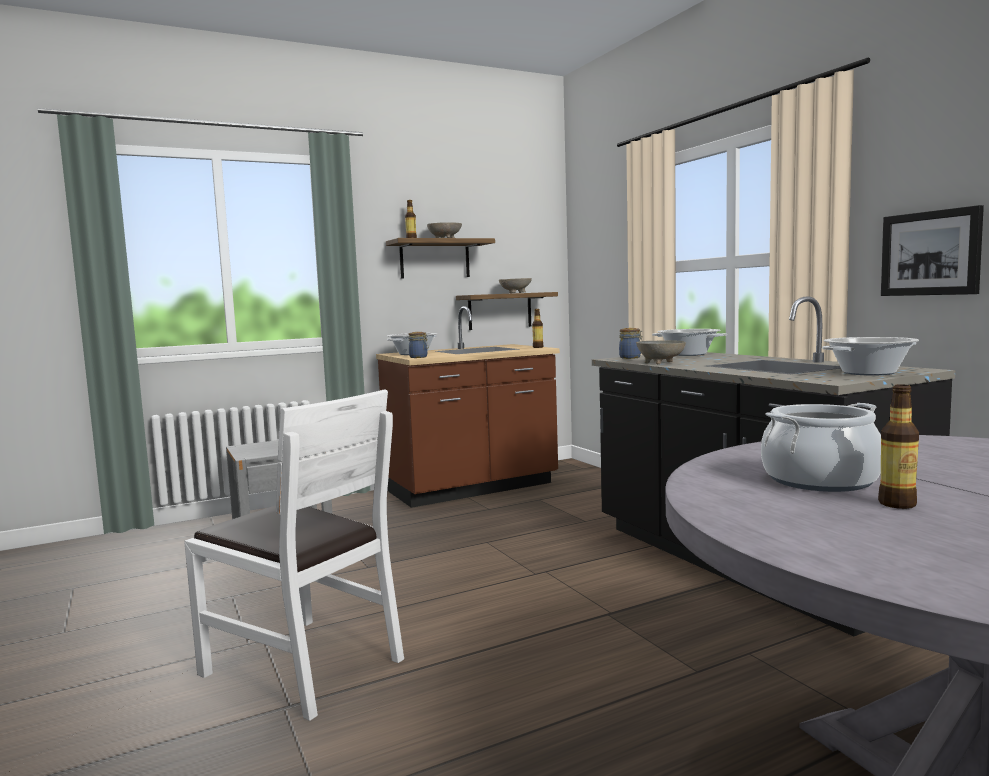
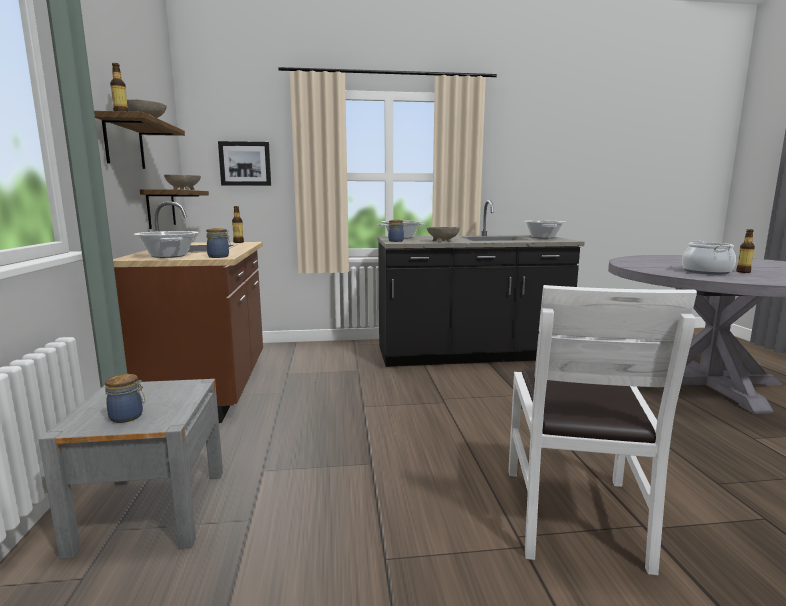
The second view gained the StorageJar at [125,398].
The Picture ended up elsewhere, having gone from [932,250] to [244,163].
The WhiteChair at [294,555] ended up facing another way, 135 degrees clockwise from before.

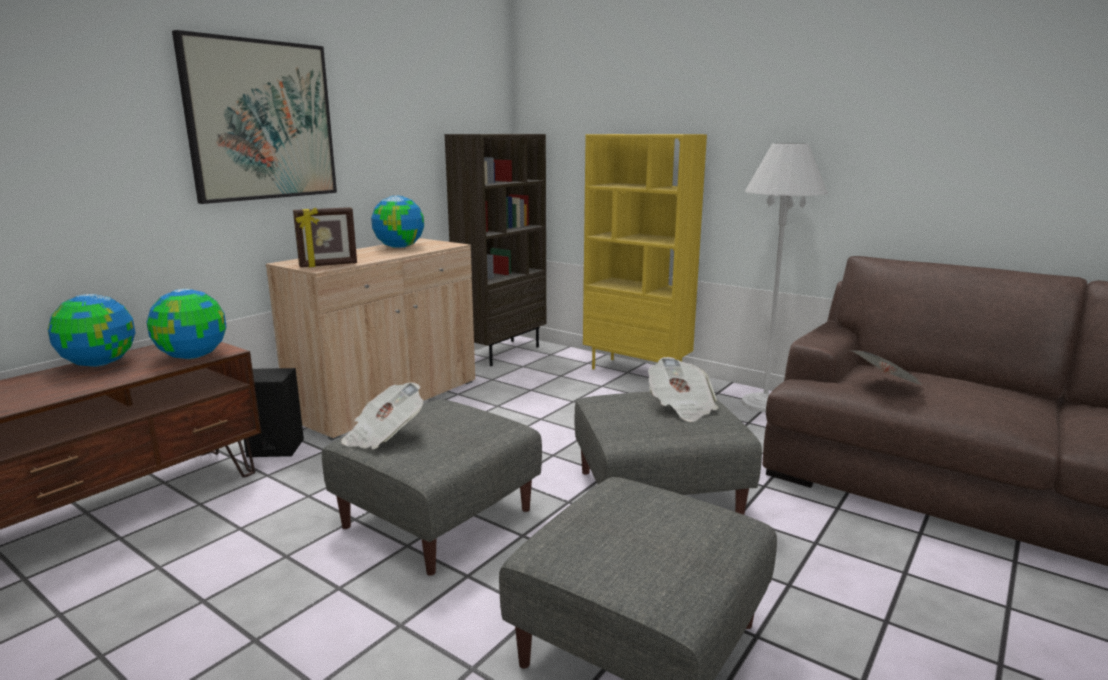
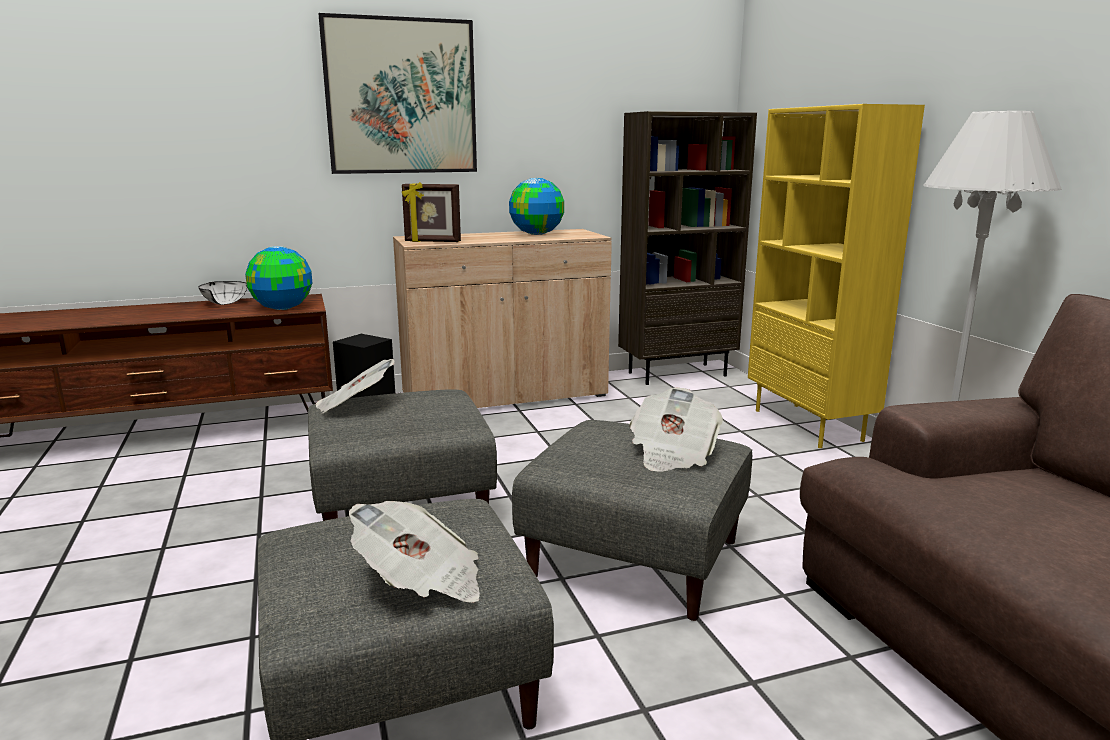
Where the DeskGlobe stood at [91,330], the WhiteServingBowl came to stand at [222,293].
The DailyPaper ended up elsewhere, having gone from [887,367] to [414,552].

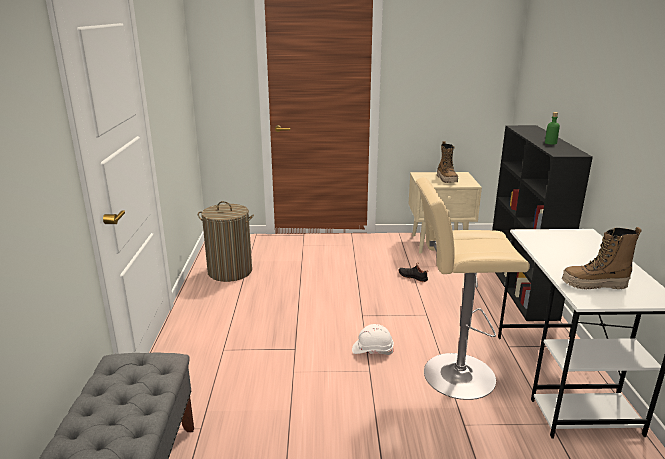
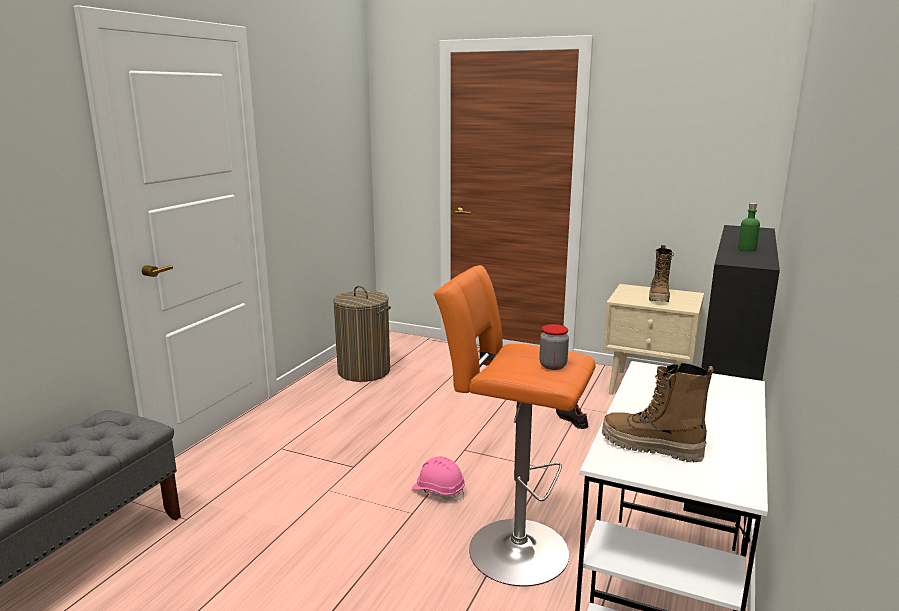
What was the WhiteWorkHelmet at [373,339] turned into the PinkishWorkHelmet at [438,479].
What was the BeigeStoolSeat at [473,288] turned into the OrangeStoolSeat at [515,425].
The second view gained the StorageJar at [554,347].

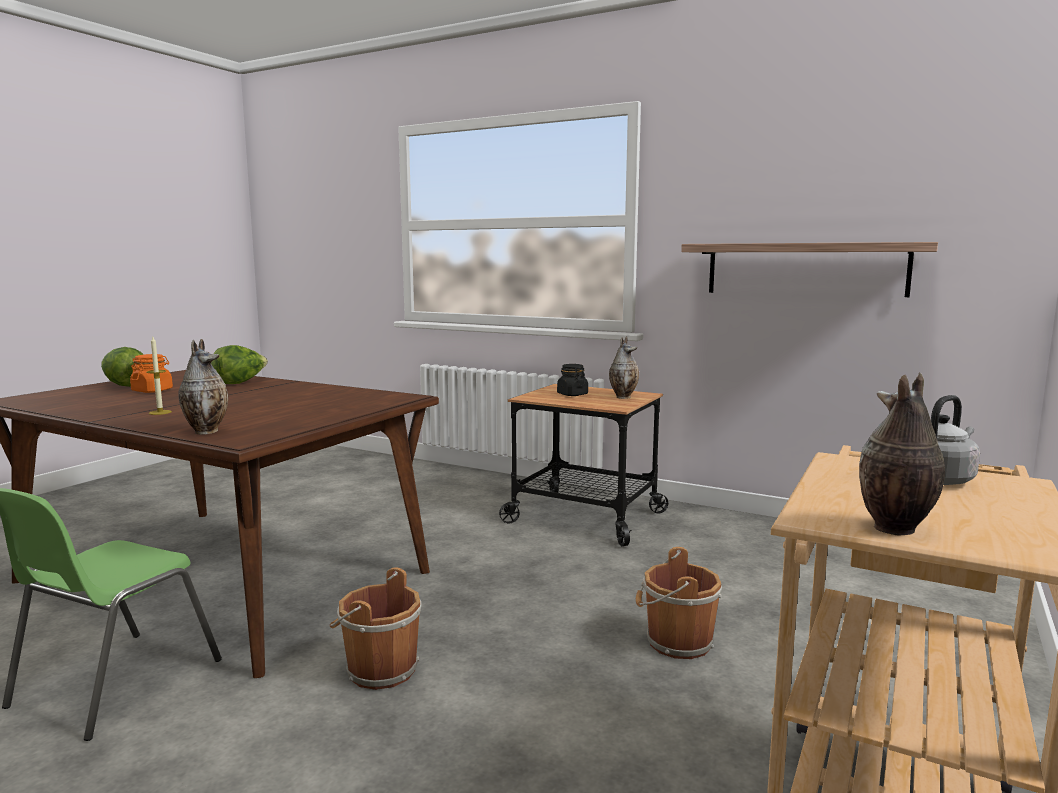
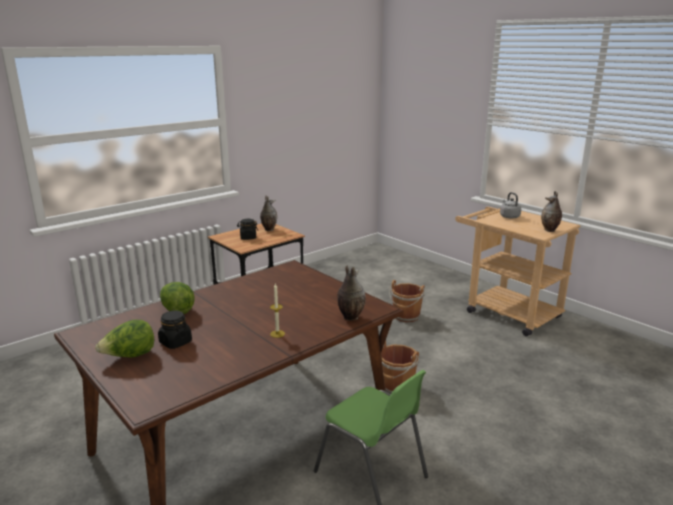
What was the OrangeStorageJar at [151,373] turned into the BlackStorageJar at [175,330].
The second view lost the WallShelf at [809,269].

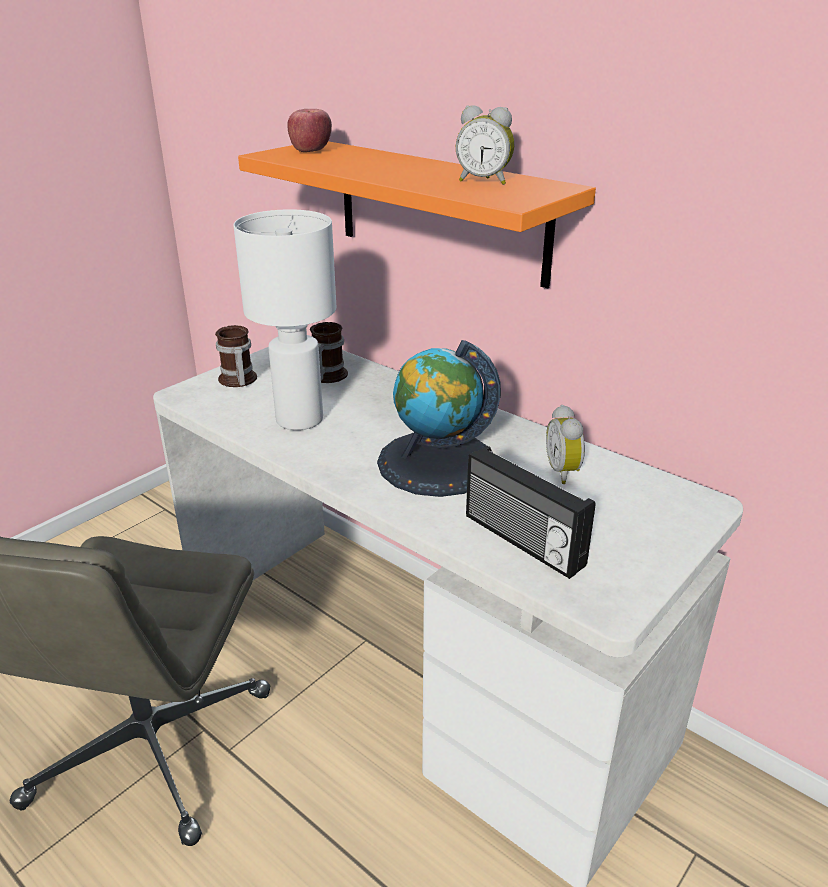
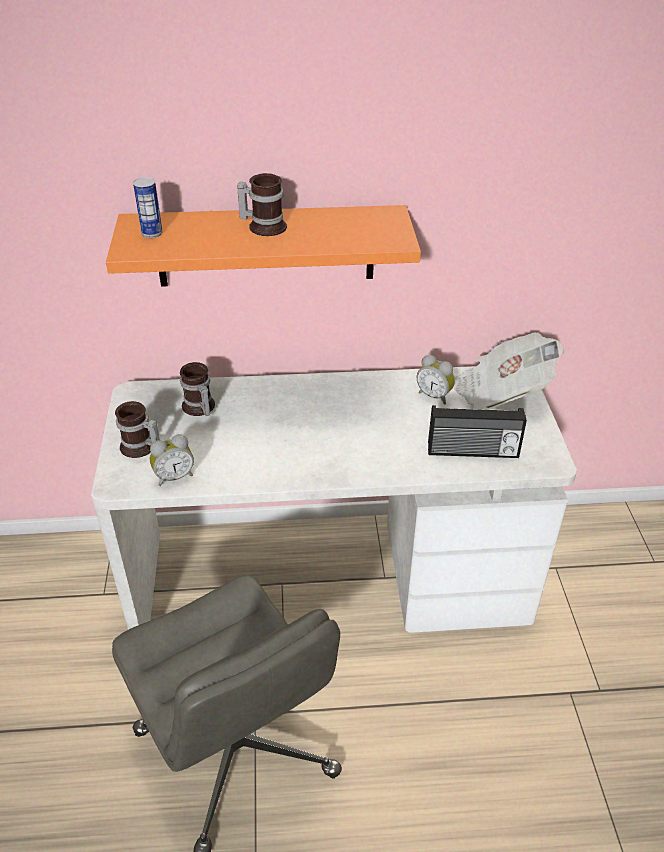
Where the Apple stood at [309,130], the SealedCan came to stand at [147,207].
The BedsideClock ended up elsewhere, having gone from [485,145] to [172,460].
The second view gained the TeaMug at [262,204].
The second view gained the DailyPaper at [508,370].
The second view lost the WhiteTableLamp at [285,319].
The second view lost the DeskGlobe at [439,418].

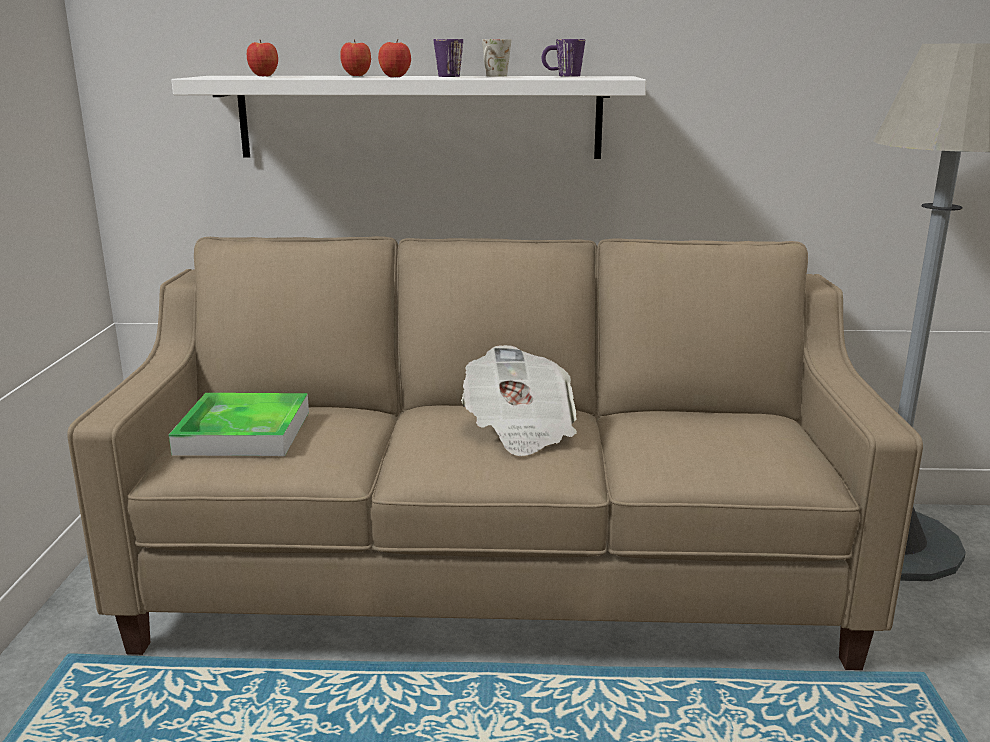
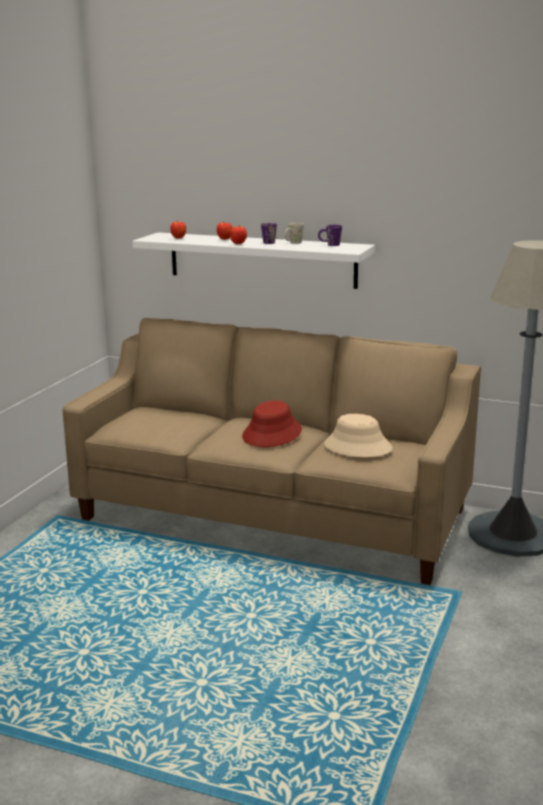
Where the DailyPaper stood at [519,400], the RedClothingHat came to stand at [272,423].
The second view gained the BeigeClothingHat at [358,436].
The second view lost the Tray at [239,424].

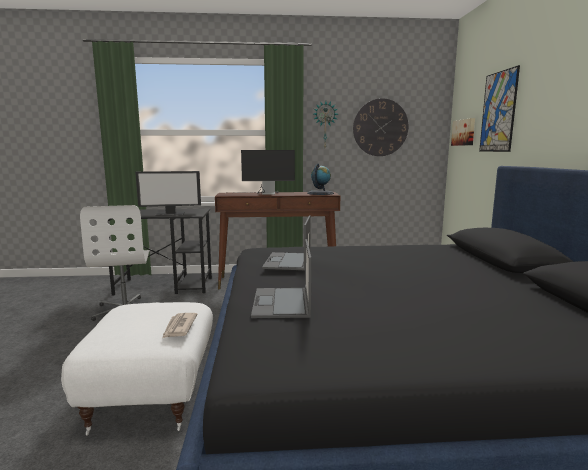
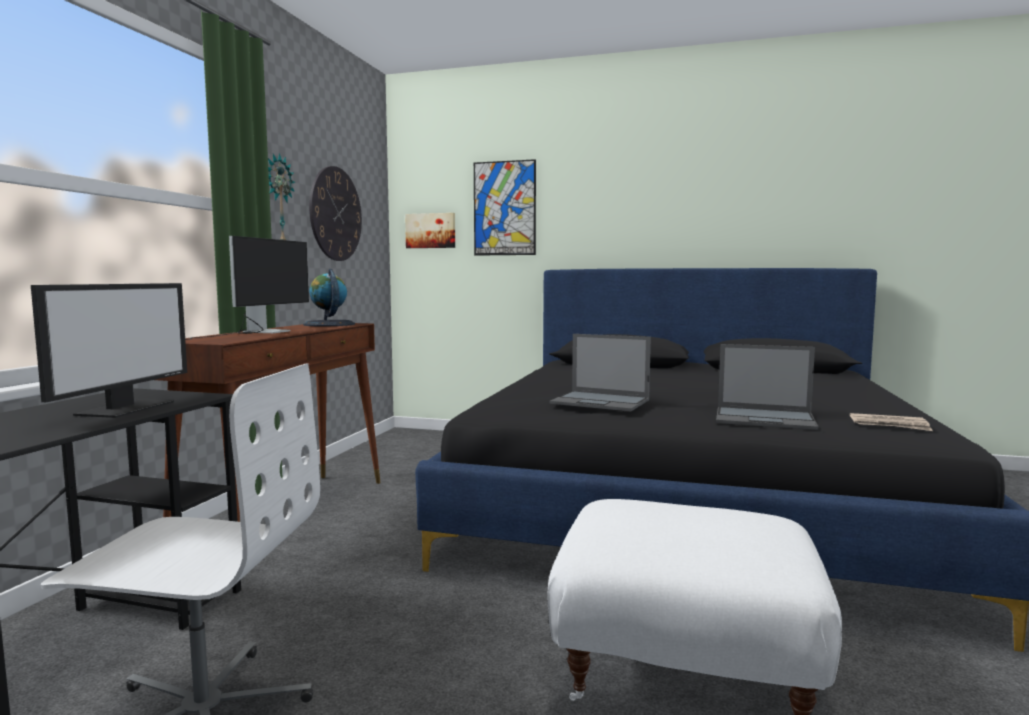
The DailyPaper ended up elsewhere, having gone from [179,325] to [891,422].

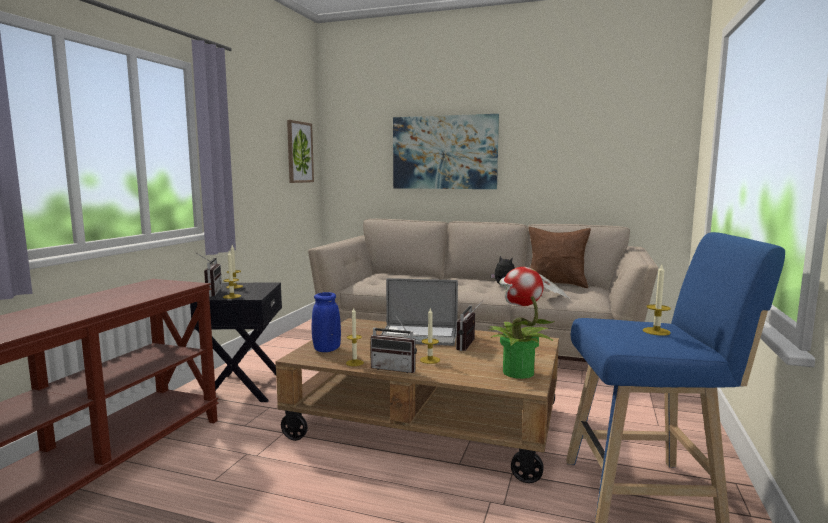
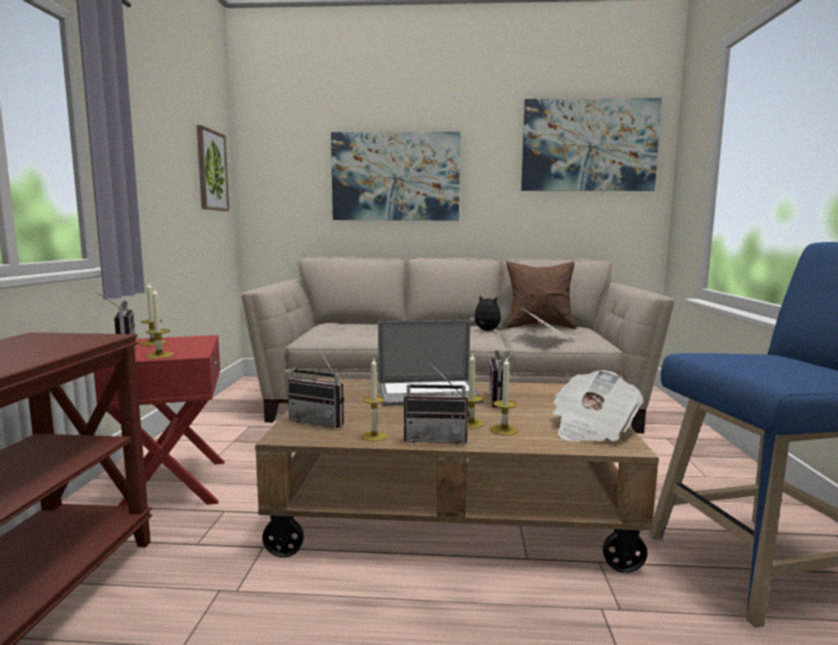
What was the BlackEndTable at [236,342] turned into the RedEndTable at [159,420].
Where the BluishFlowerVase stood at [326,322], the RadioSet came to stand at [316,390].
The WaxLight ended up elsewhere, having gone from [657,300] to [504,396].
The second view gained the Picture at [591,144].
Where the PlantInAPot stood at [521,323], the DailyPaper came to stand at [598,406].

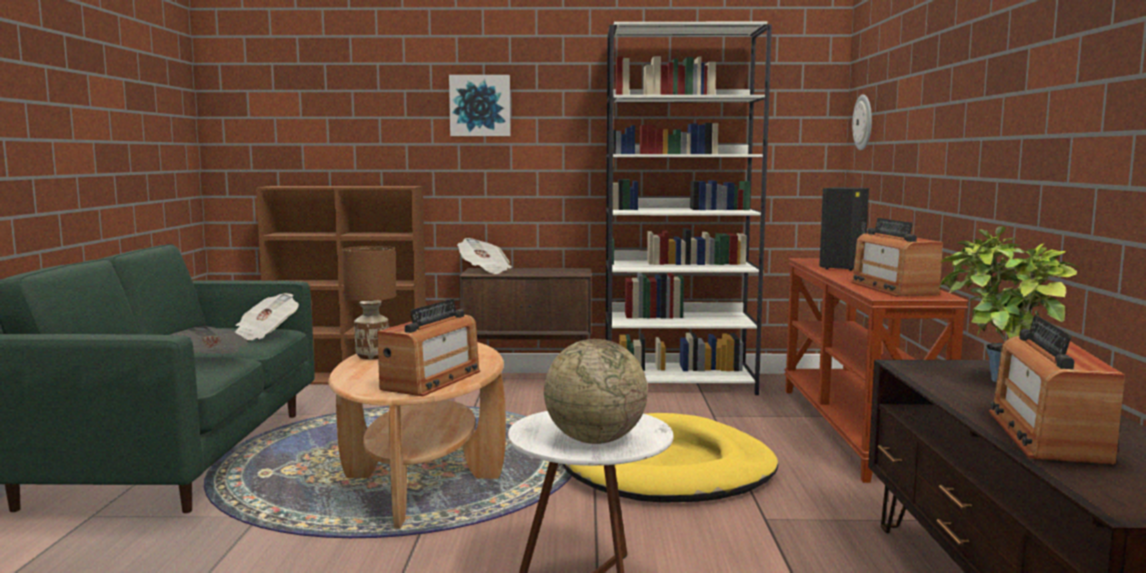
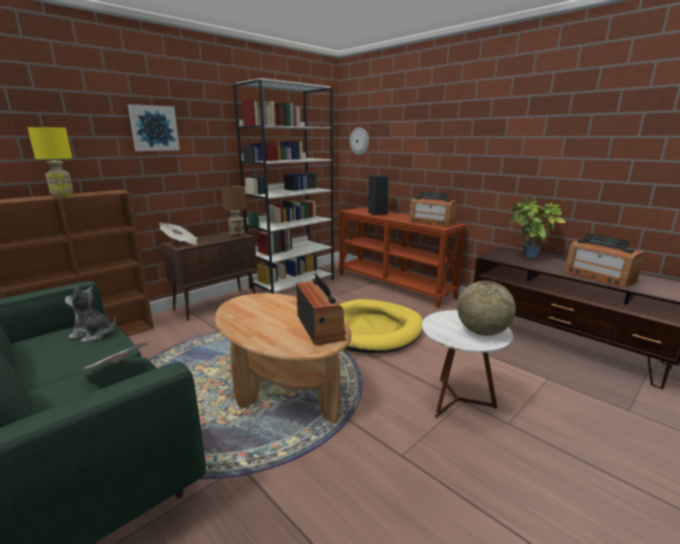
The second view gained the YellowishTableLamp at [50,162].
Where the DailyPaper stood at [267,316], the SoftToy came to stand at [90,314].
The BrownTableLamp ended up elsewhere, having gone from [369,303] to [233,211].

